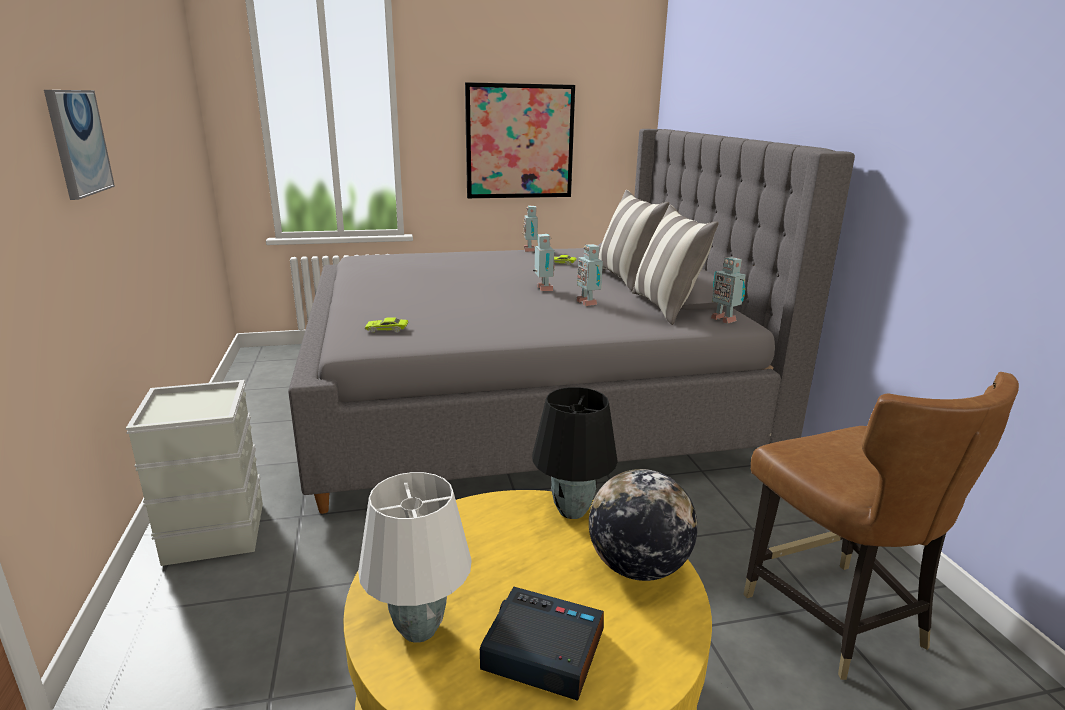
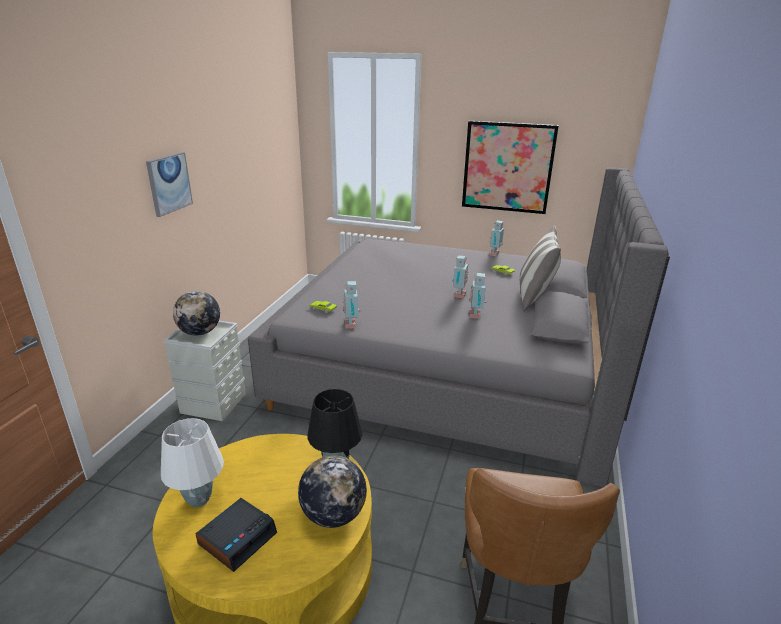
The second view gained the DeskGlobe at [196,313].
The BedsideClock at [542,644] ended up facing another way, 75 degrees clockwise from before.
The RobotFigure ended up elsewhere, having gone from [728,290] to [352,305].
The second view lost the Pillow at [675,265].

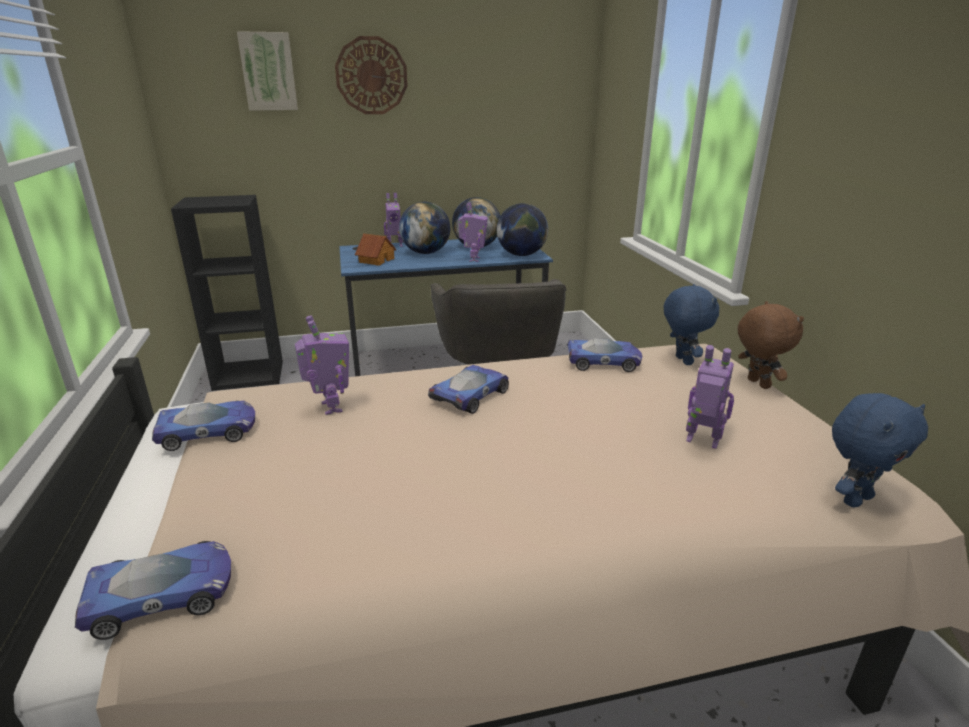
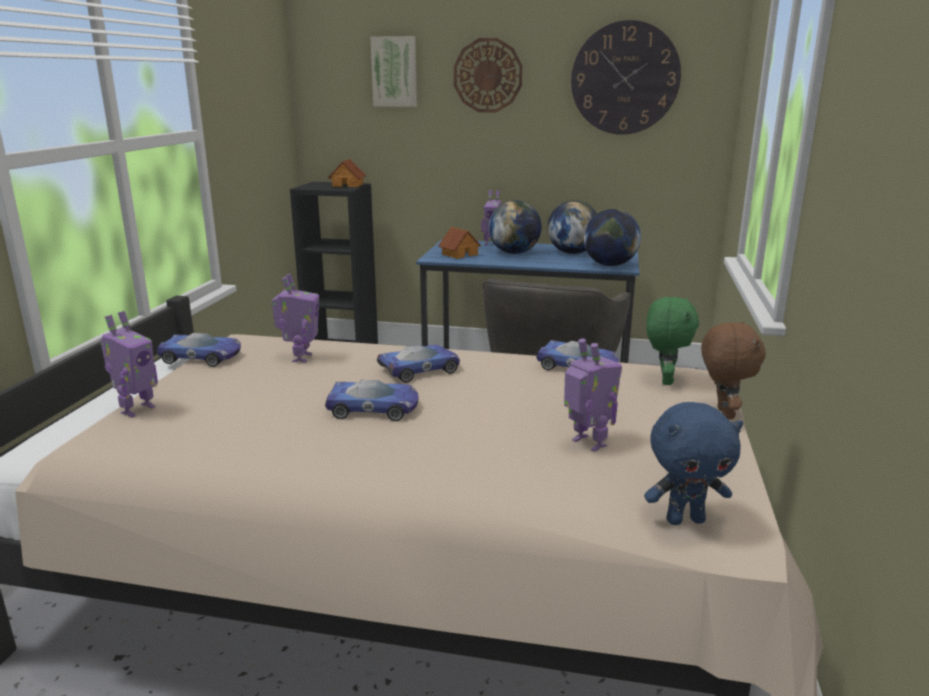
The RobotFigure ended up elsewhere, having gone from [473,232] to [129,364].
The ToyCar ended up elsewhere, having gone from [153,590] to [372,400].
The second view gained the ToyHouse at [347,173].
The second view gained the WallClock at [626,77].
What was the BluishSoftToy at [691,324] turned into the GreenishSoftToy at [672,341].

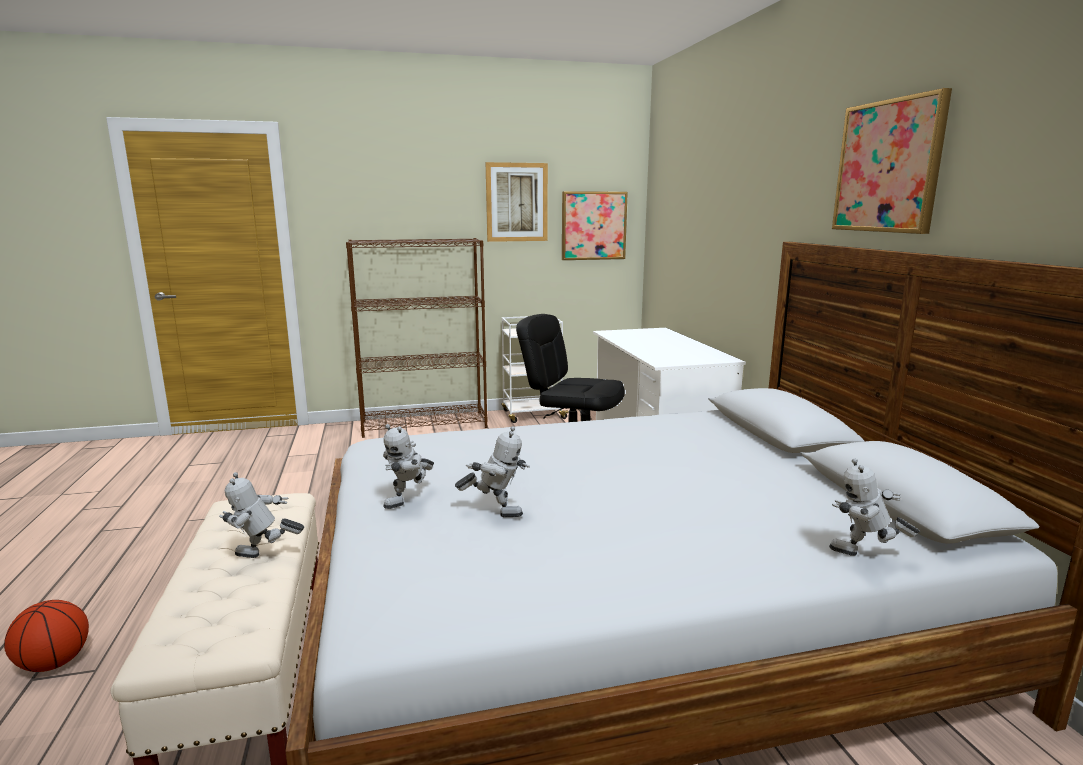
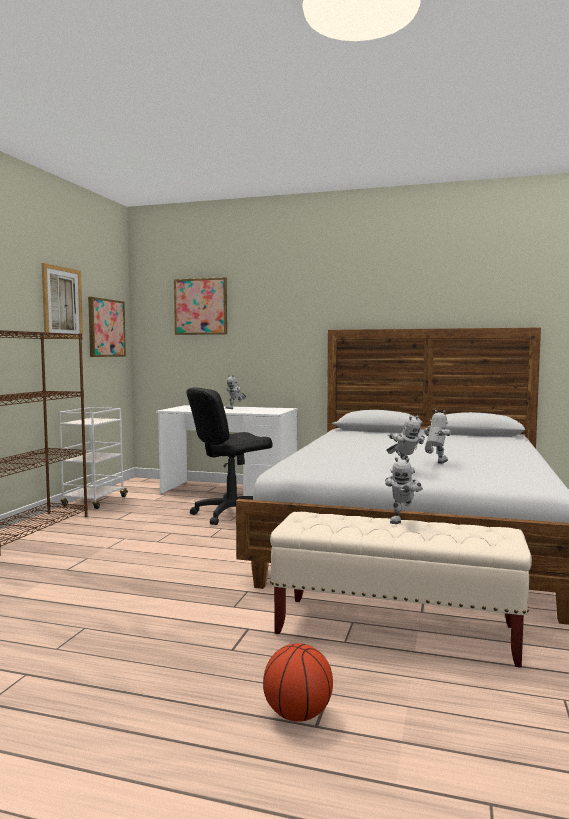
The Picture ended up elsewhere, having gone from [892,161] to [200,306].
The RobotFigure ended up elsewhere, having gone from [874,507] to [235,392].

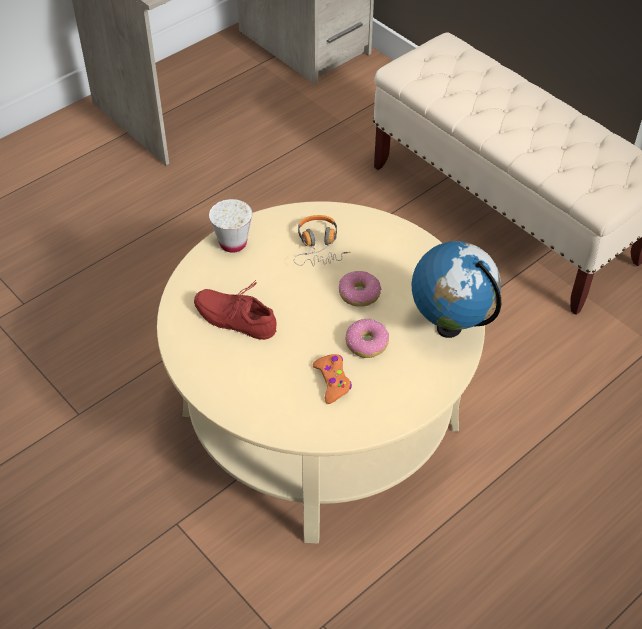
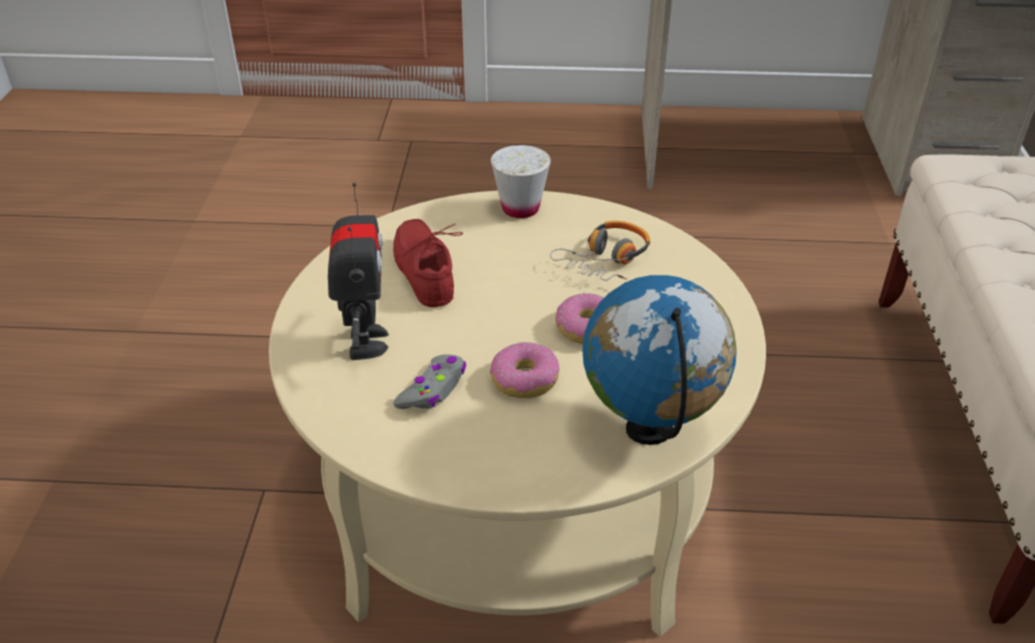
The second view gained the RobotFigure at [358,271].
What was the OrangeGamepad at [332,379] turned into the GreyishGamepad at [429,381].

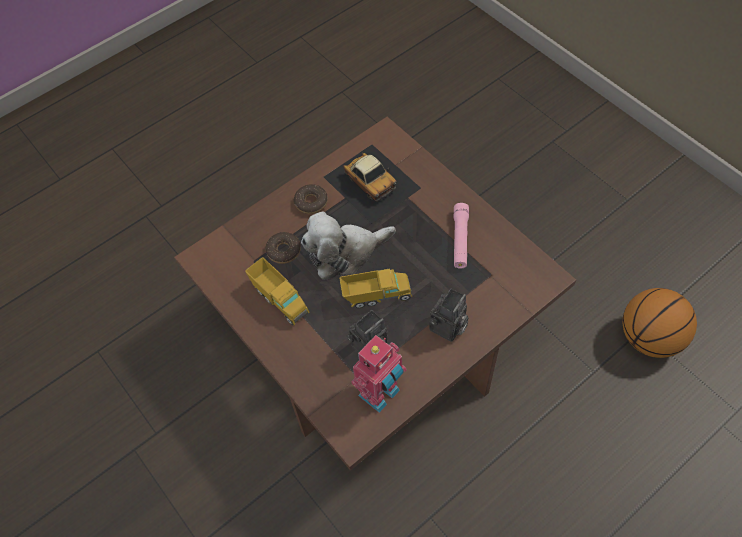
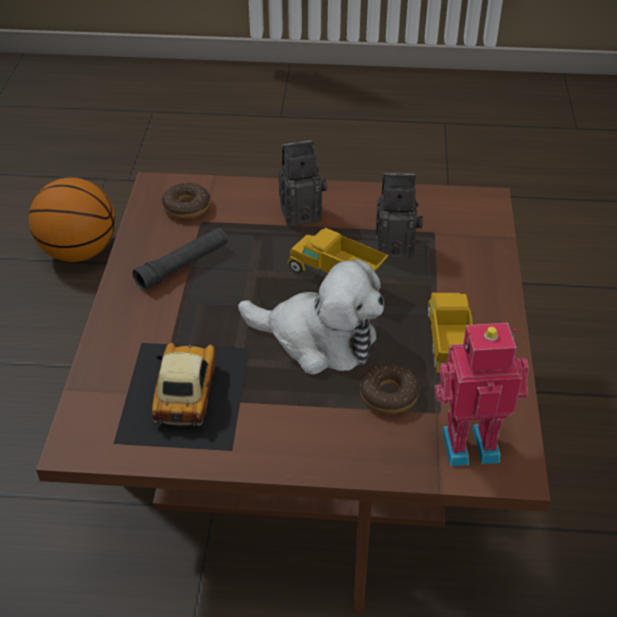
What was the PinkishFlashlight at [461,236] turned into the BlackFlashlight at [180,259].
The Doughnut ended up elsewhere, having gone from [311,199] to [186,201].
The RobotFigure ended up elsewhere, having gone from [379,374] to [482,394].

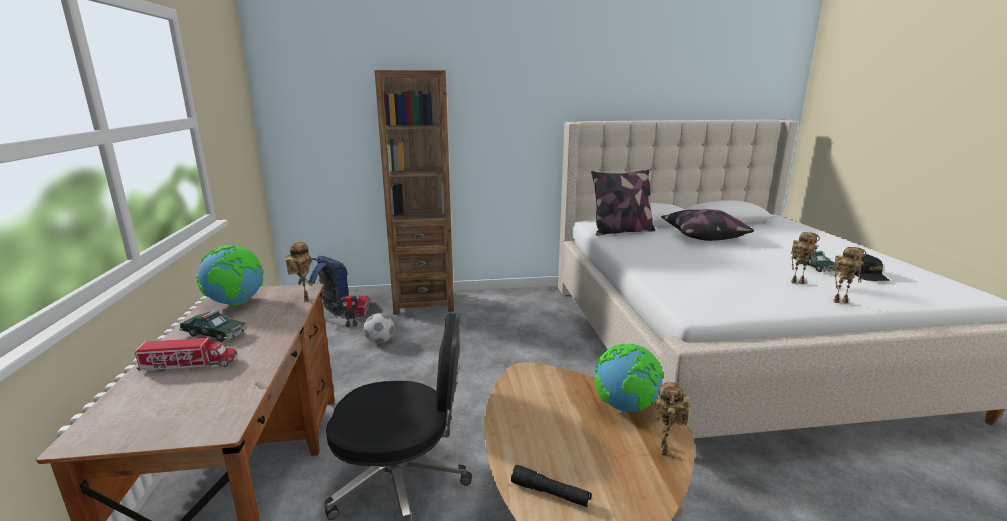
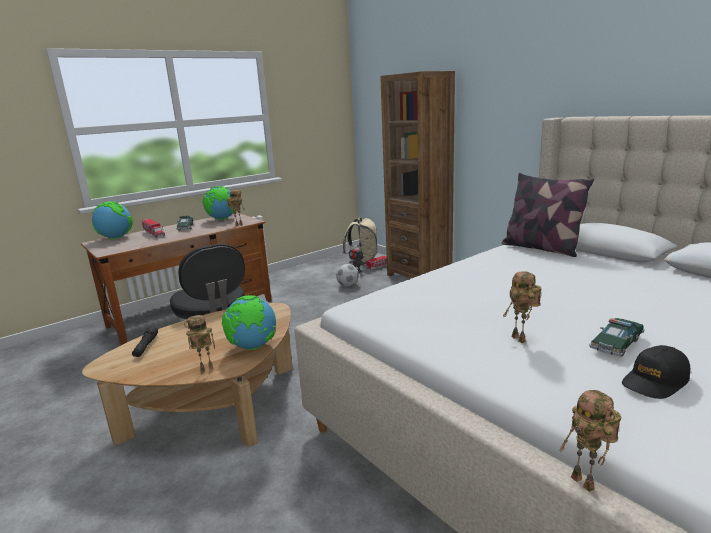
The second view gained the DeskGlobe at [112,220].
What was the BluishKnapsack at [323,285] turned into the BeigeKnapsack at [360,241].
The RobotFigure ended up elsewhere, having gone from [849,275] to [590,441].
The second view lost the Pillow at [707,225].

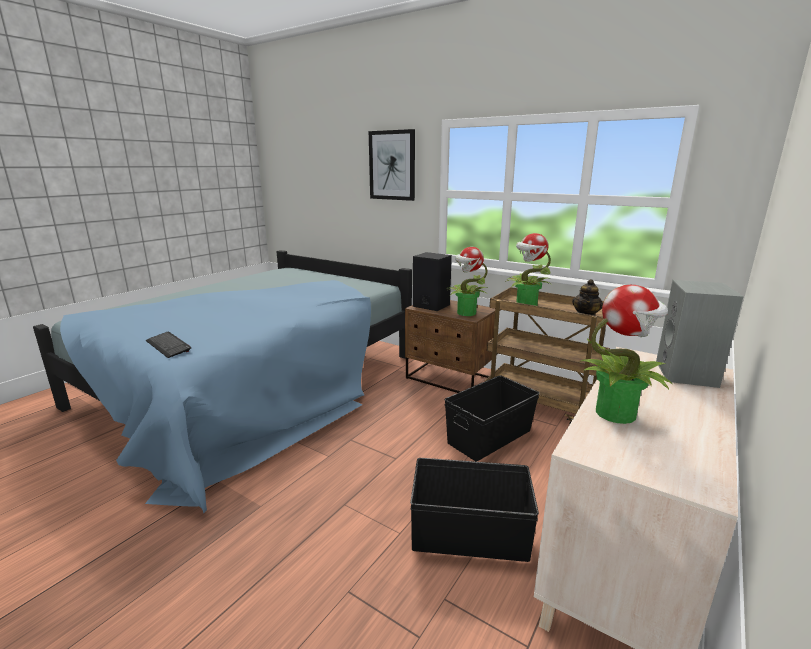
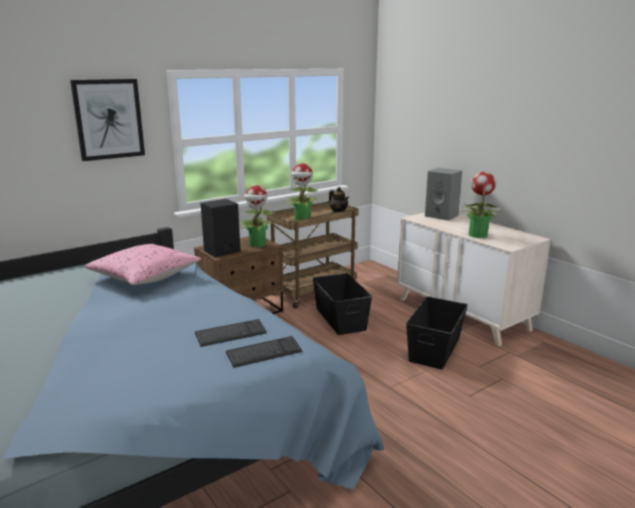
The second view gained the PinkishPillow at [142,264].
The second view gained the ComputerKeyboard at [231,333].

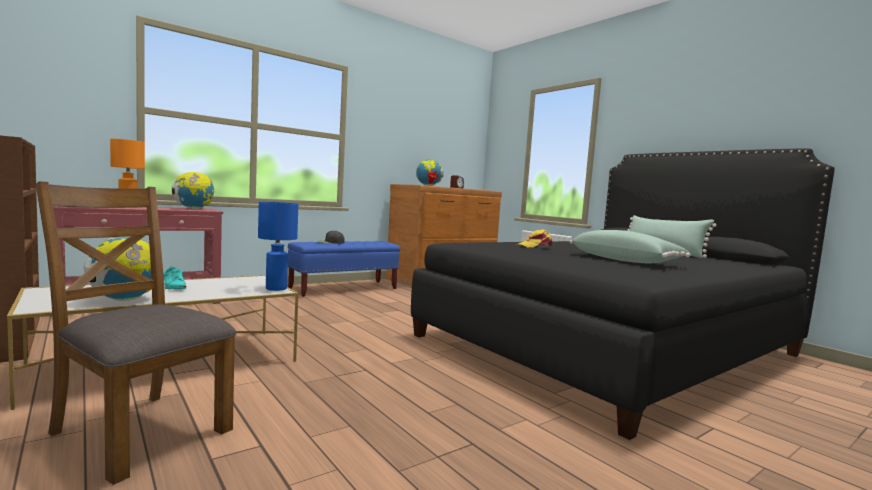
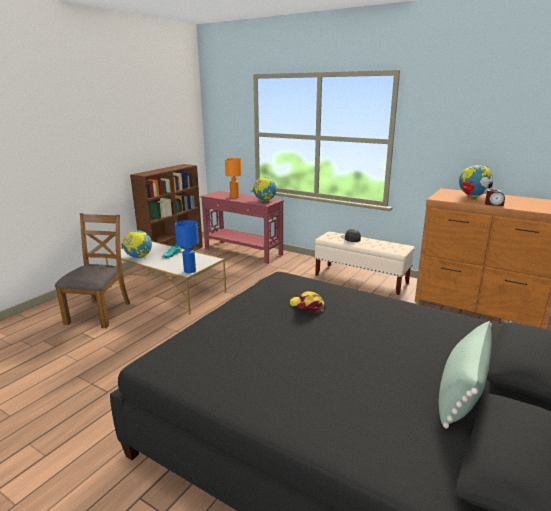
What was the BluishIndoorBench at [344,269] turned into the BeigeIndoorBench at [365,263].
The second view lost the GreenishPillow at [630,246].

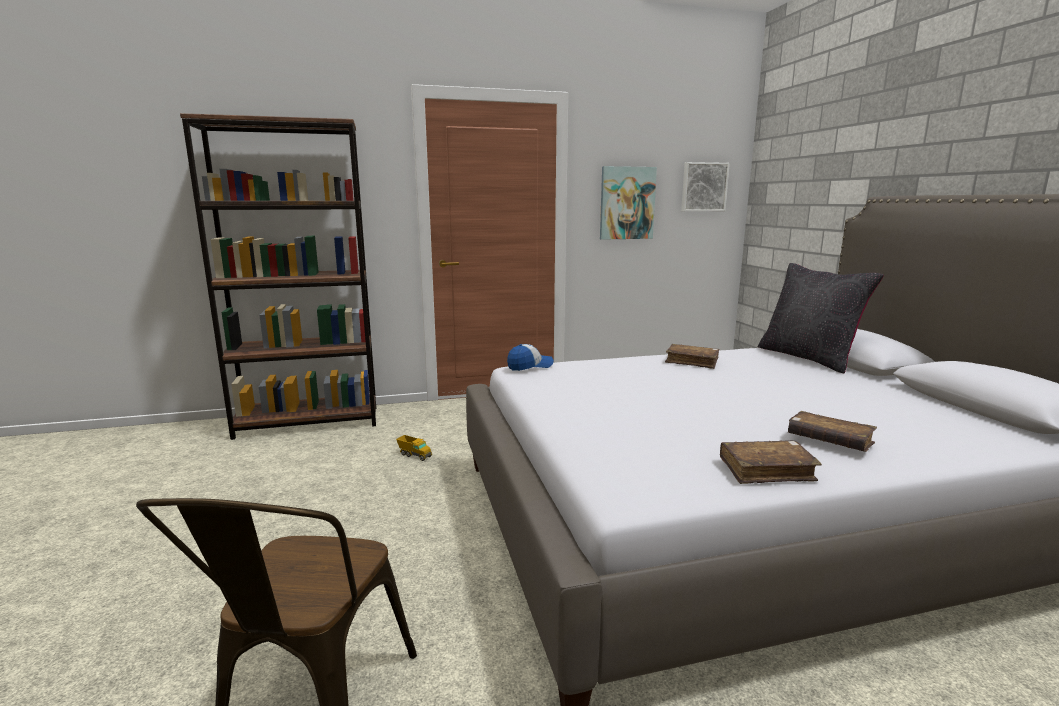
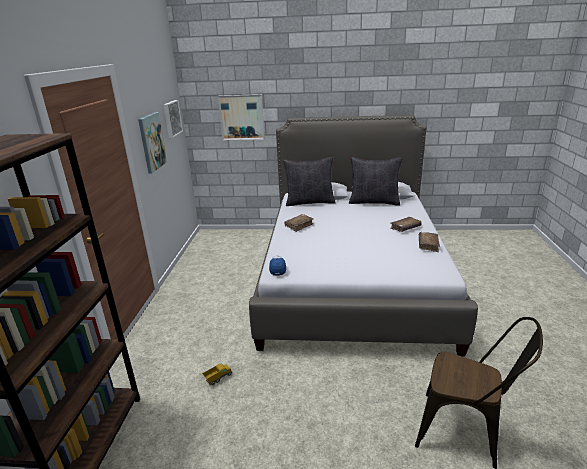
The second view gained the Picture at [241,117].
The second view gained the BlackPillow at [376,181].

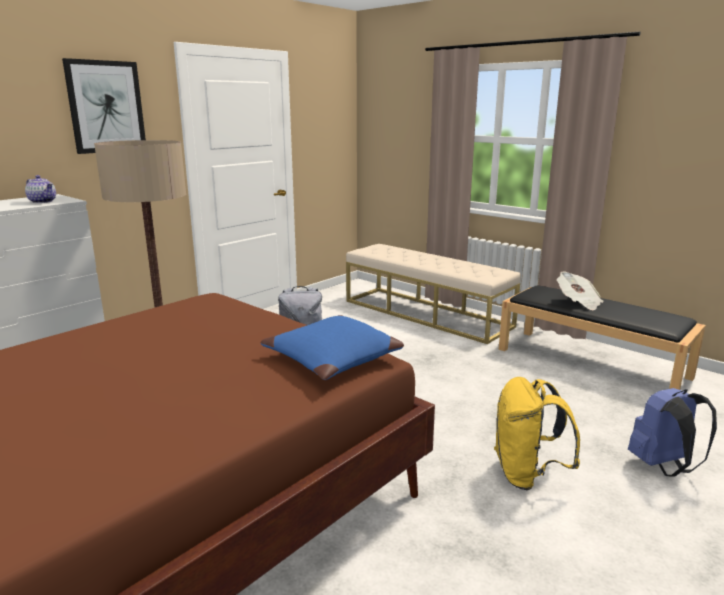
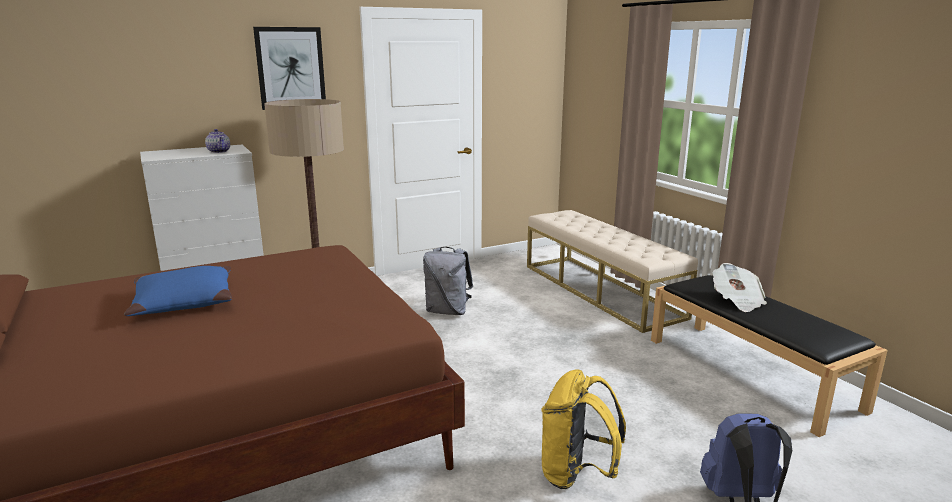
The BluishPillow ended up elsewhere, having gone from [332,347] to [178,291].

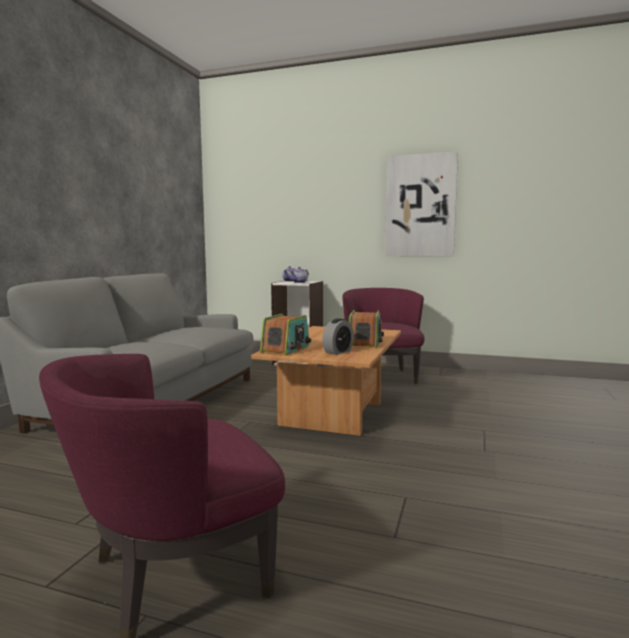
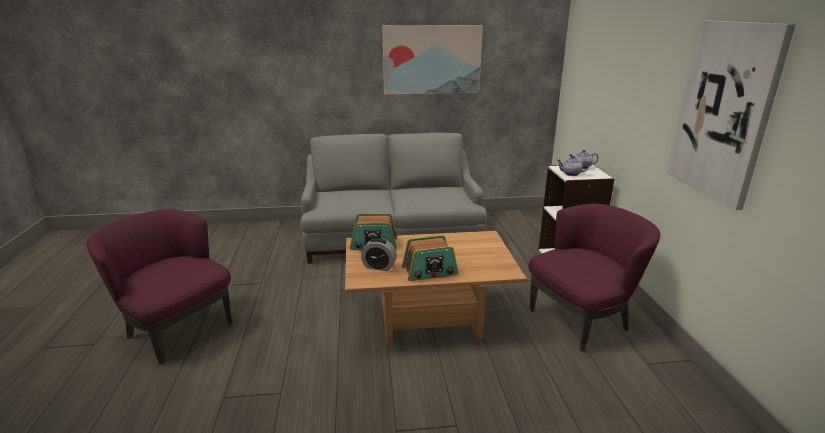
The second view gained the Picture at [432,60].

